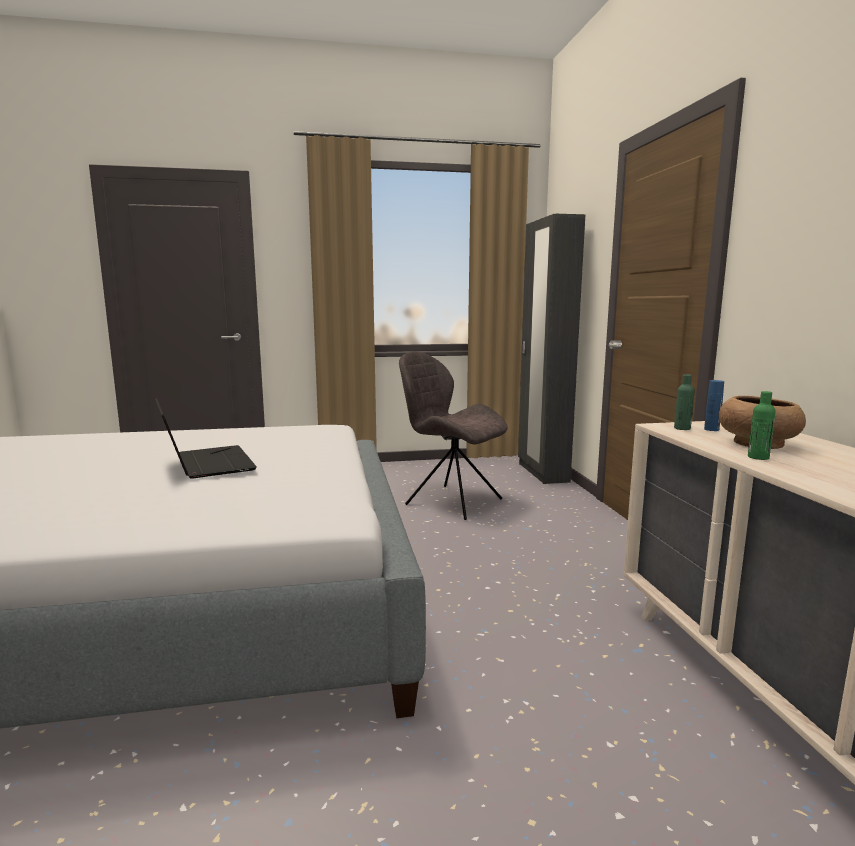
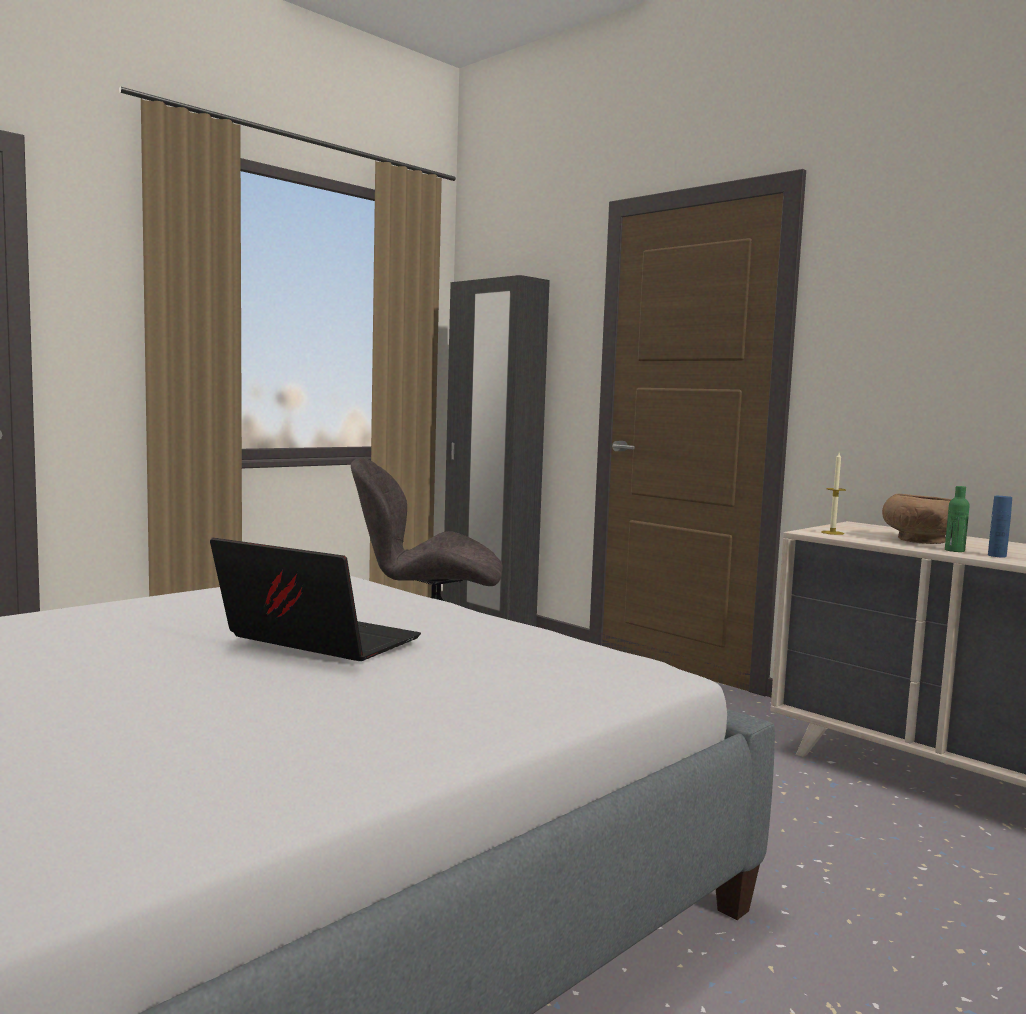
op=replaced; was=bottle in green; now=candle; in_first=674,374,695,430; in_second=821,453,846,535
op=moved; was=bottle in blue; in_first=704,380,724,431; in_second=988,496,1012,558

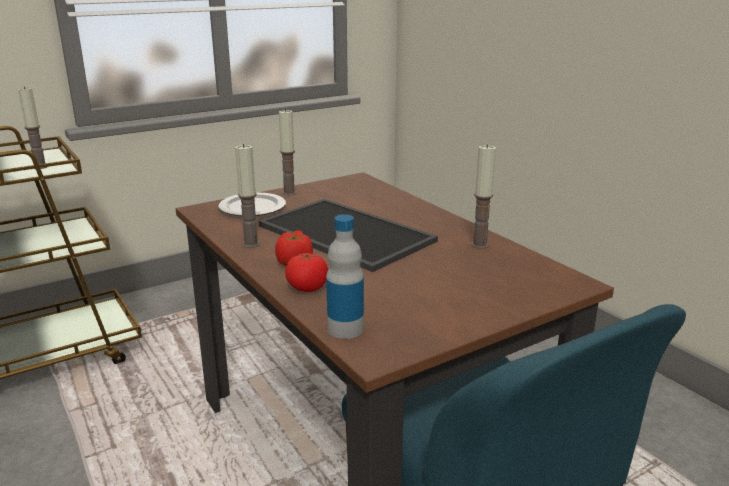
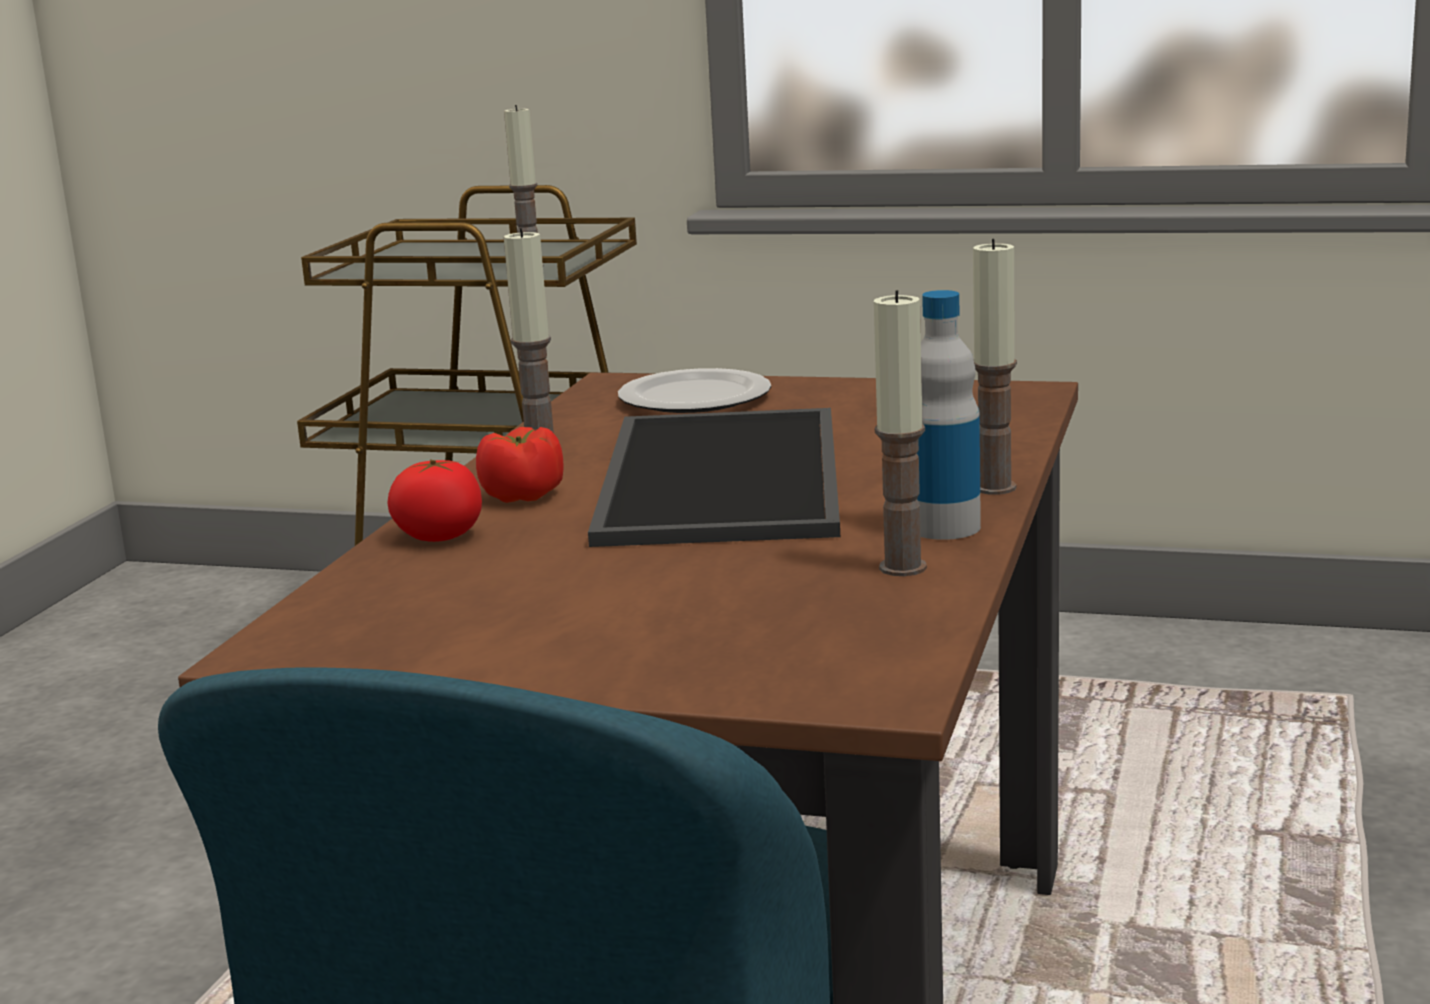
op=moved; was=candle; in_first=279,109,296,196; in_second=973,239,1017,495
op=moved; was=bottle; in_first=326,214,364,339; in_second=917,290,981,540

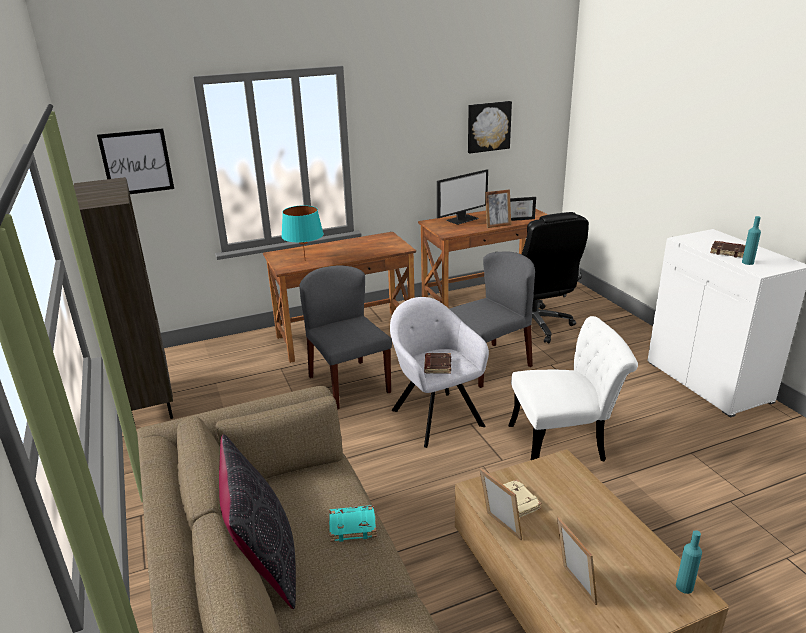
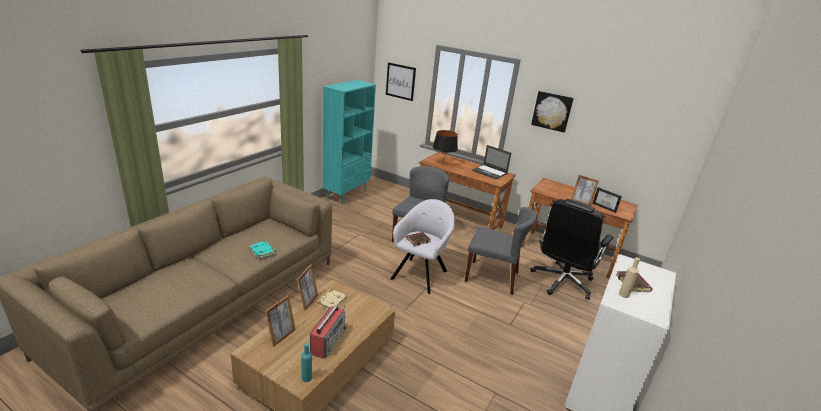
op=moved; was=picture; in_first=468,101,512,153; in_second=531,91,574,132
op=removed; was=monitor; in_first=437,169,488,225
op=recoloured; was=bookcase in brown; now=bookcase in turquoise; in_first=74,177,173,427; in_second=323,80,376,204
op=recoloured; was=table lamp in turquoise; now=table lamp in black; in_first=281,205,324,261; in_second=433,130,458,162
op=recoloured; was=bottle in turquoise; now=bottle in beige; in_first=742,216,761,265; in_second=619,257,640,298
op=removed; was=chair in white; in_first=509,316,638,461
op=removed; was=pillow in black; in_first=219,434,296,609
op=added; now=laptop; in_second=472,145,511,179
op=added; now=radio; in_second=310,305,346,359

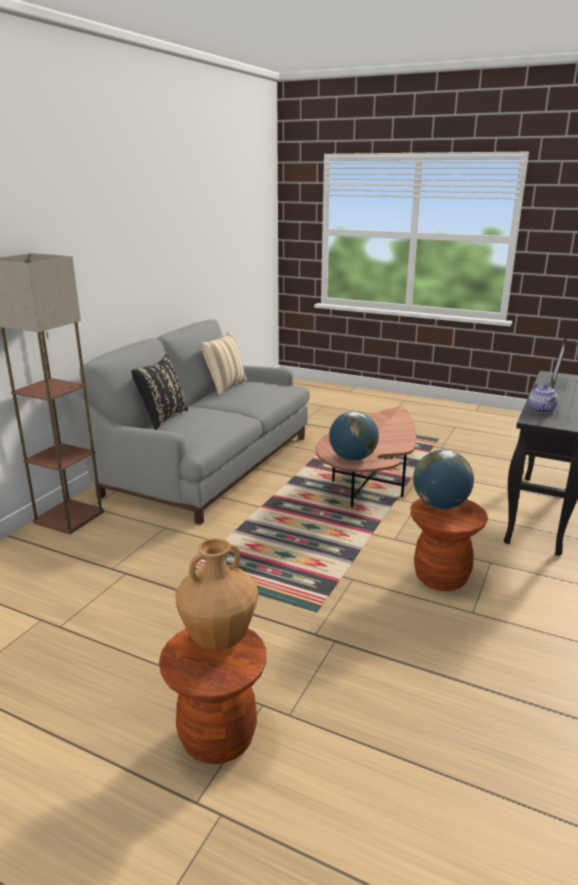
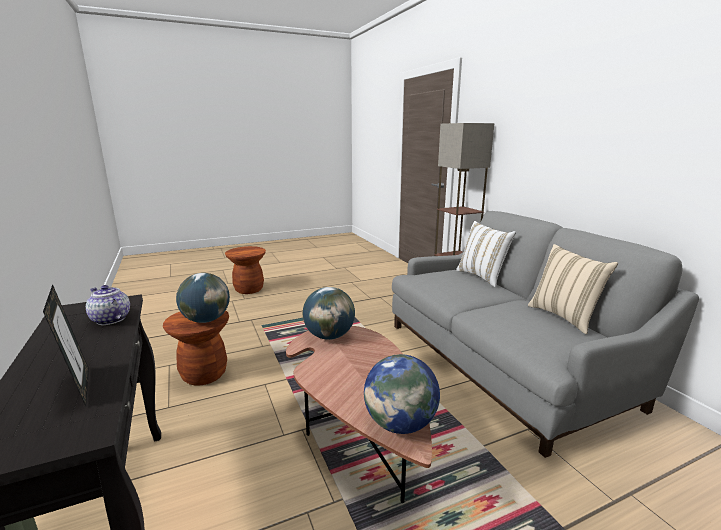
op=recoloured; was=pillow in black; now=pillow in white; in_first=131,354,188,430; in_second=456,221,516,287
op=removed; was=vase in brown; in_first=175,538,258,651
op=added; now=globe; in_second=364,354,440,434

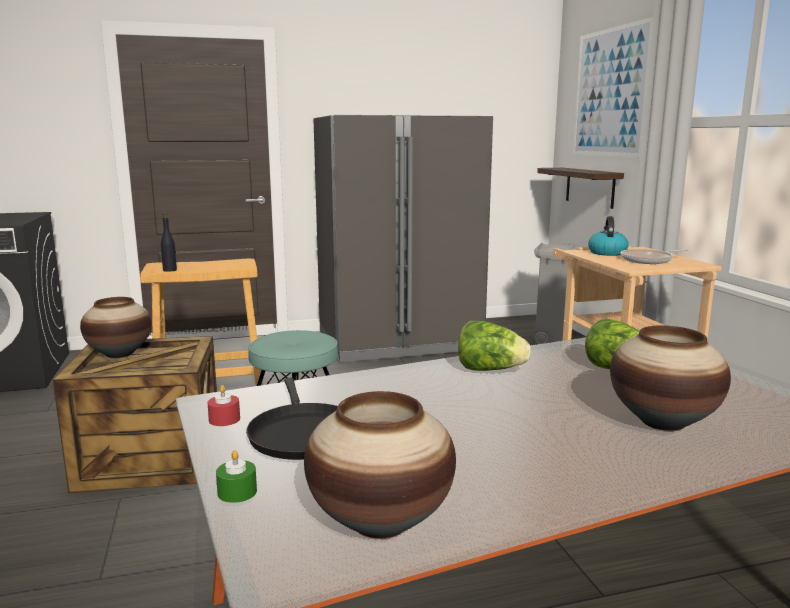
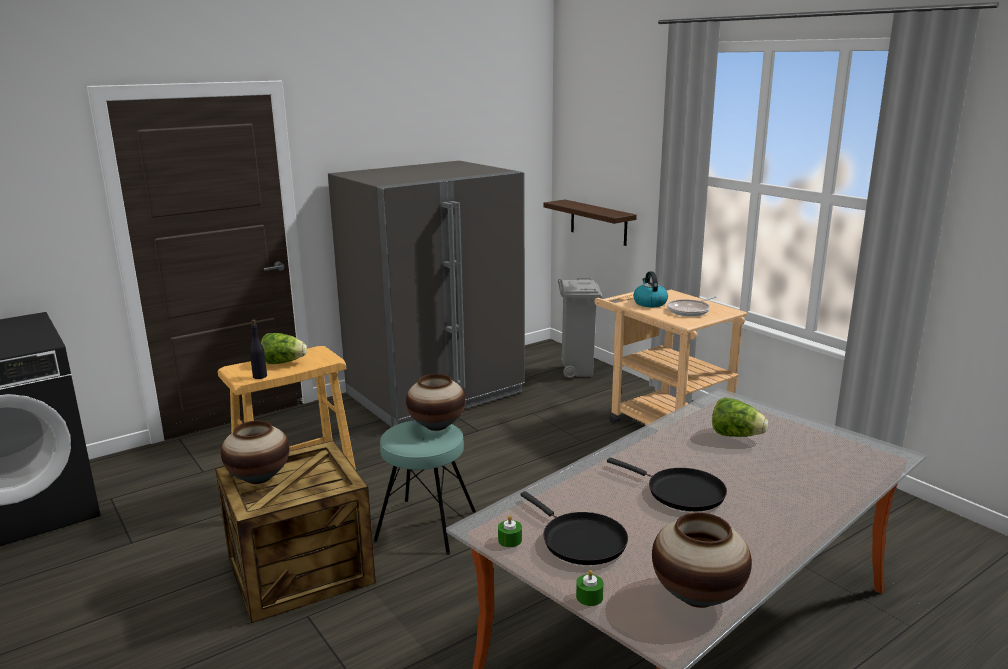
op=removed; was=picture; in_first=573,17,654,158
op=moved; was=lettuce; in_first=458,321,531,371; in_second=261,333,307,364
op=moved; was=vase; in_first=610,325,731,431; in_second=406,374,466,431
op=recoloured; was=candle in red; now=candle in green; in_first=207,385,240,426; in_second=498,515,522,547
op=added; now=frying pan in black; in_second=607,458,727,511

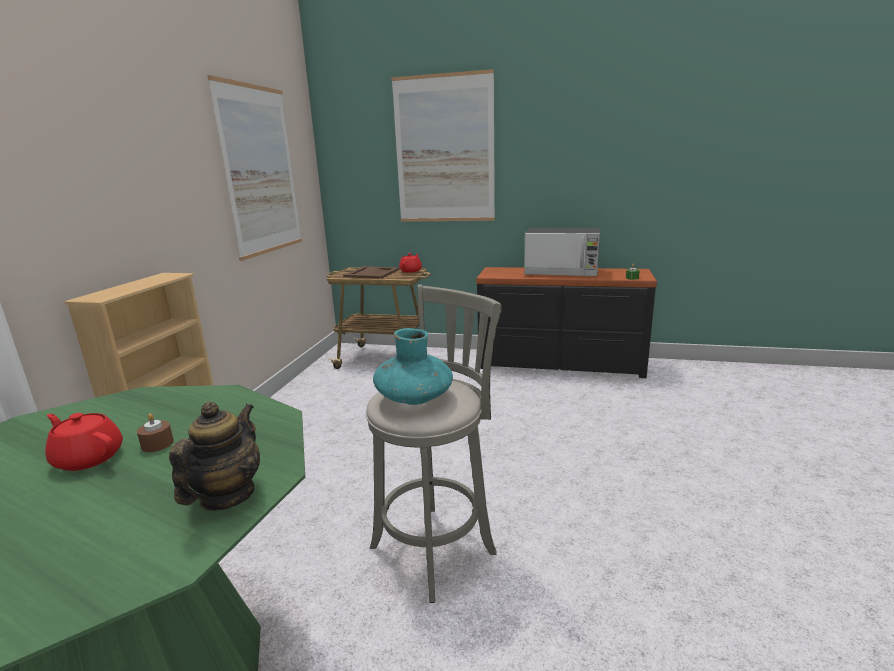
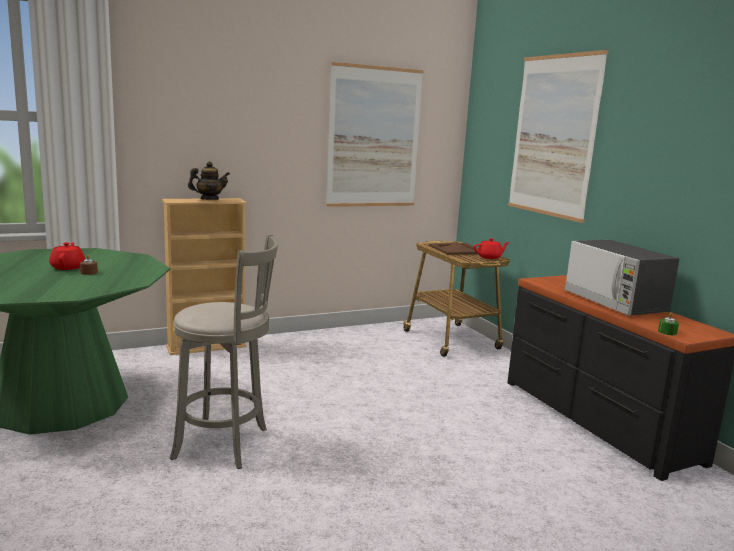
op=removed; was=vase in turquoise; in_first=373,328,453,405
op=moved; was=teapot; in_first=169,402,260,511; in_second=188,162,230,200

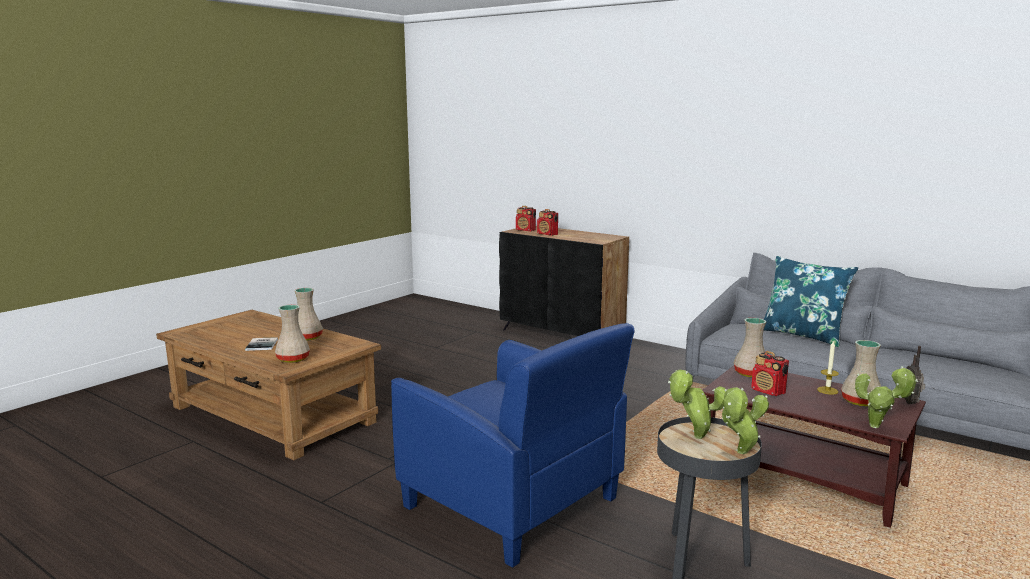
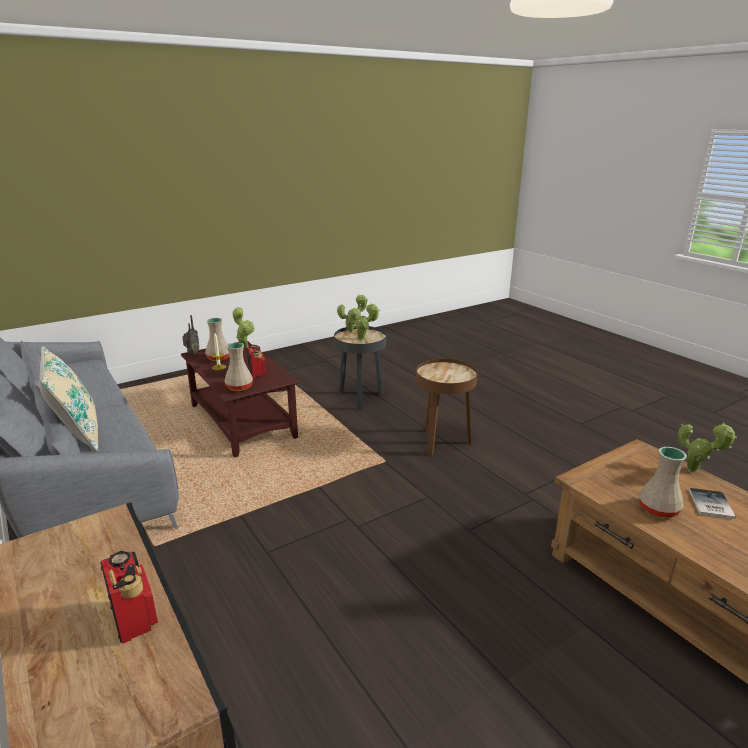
op=removed; was=radio; in_first=516,206,536,231
op=recoloured; was=pillow in blue; now=pillow in beige; in_first=764,256,858,347; in_second=39,346,99,452
op=removed; was=vase in beige; in_first=275,305,310,363
op=replaced; was=armchair in blue; now=side table in brown; in_first=391,323,635,568; in_second=416,359,477,456
op=added; now=potted plant; in_second=678,423,737,473

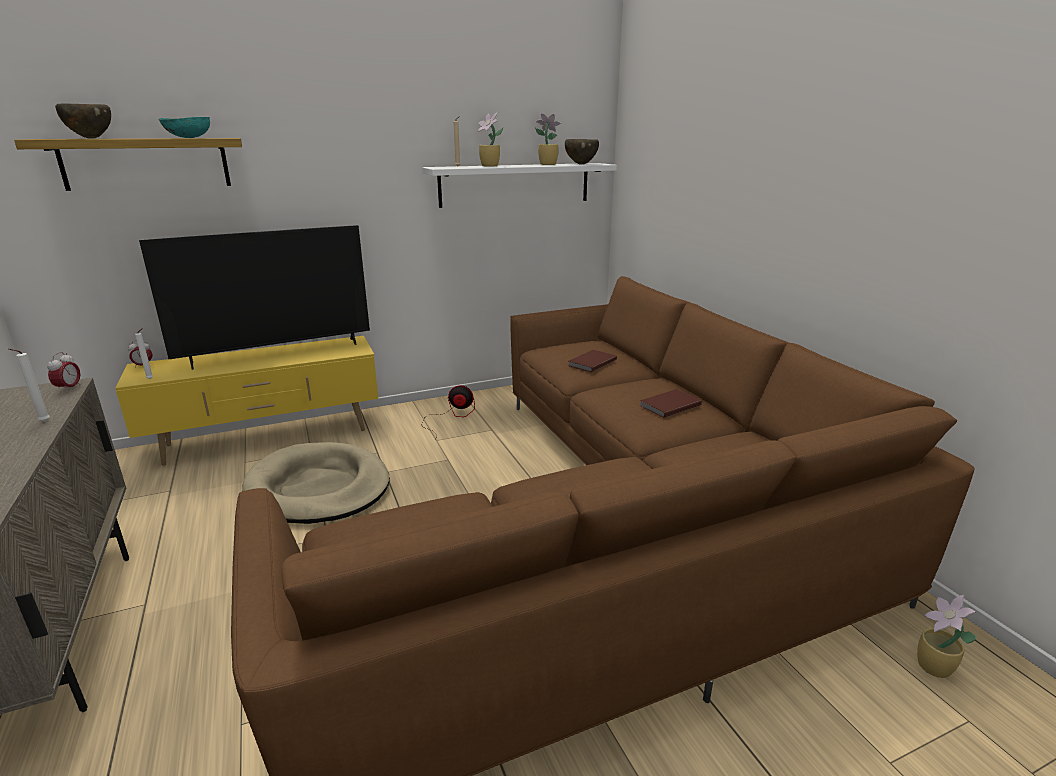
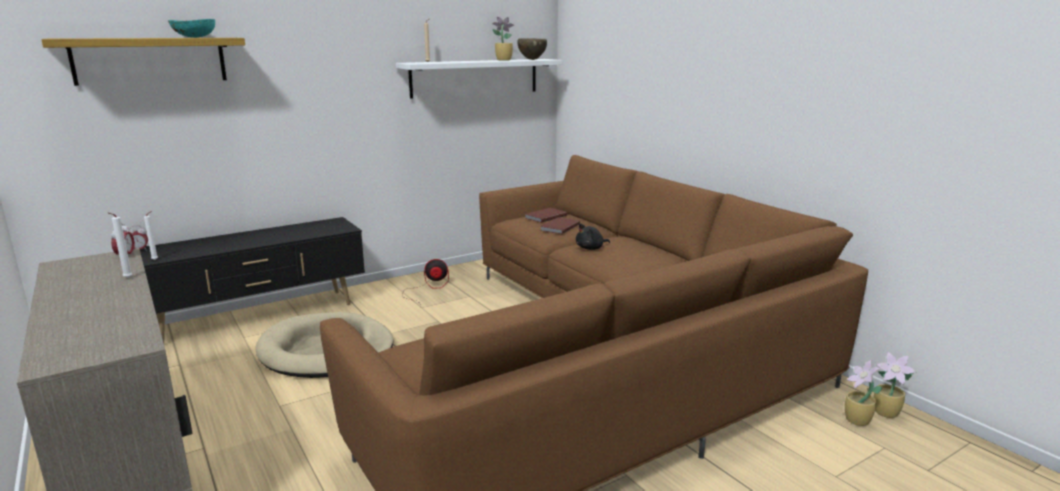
op=removed; was=bowl in brown; in_first=55,104,111,139
op=moved; was=potted plant; in_first=478,113,503,166; in_second=874,352,916,418
op=removed; was=television; in_first=139,225,370,370
op=recoloured; was=tv stand in yellow; now=tv stand in black; in_first=115,336,378,466; in_second=140,217,365,343
op=moved; was=book in brown; in_first=640,389,702,418; in_second=525,208,567,223
op=added; now=plush toy in black; in_second=576,223,610,250

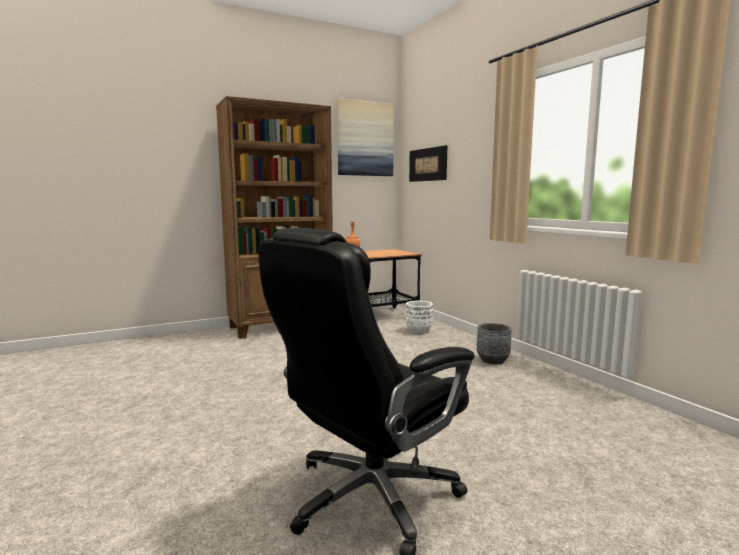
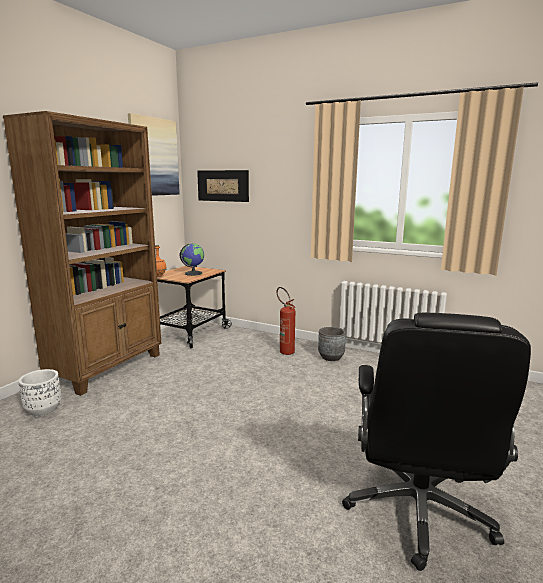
op=moved; was=planter in white; in_first=406,301,433,333; in_second=18,369,62,416
op=added; now=globe; in_second=180,243,204,276
op=added; now=fire extinguisher; in_second=277,287,295,355

